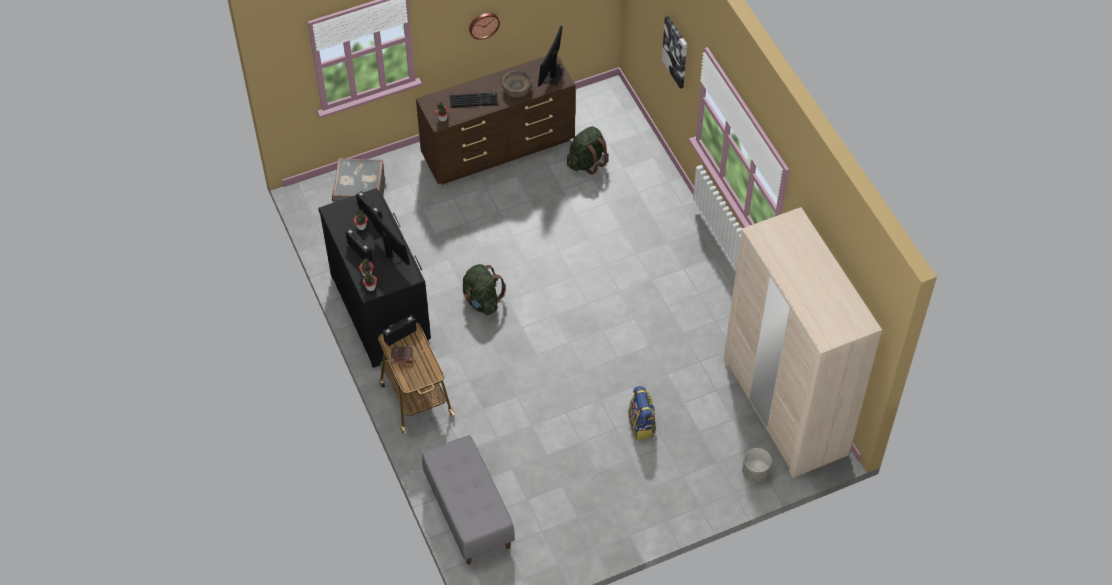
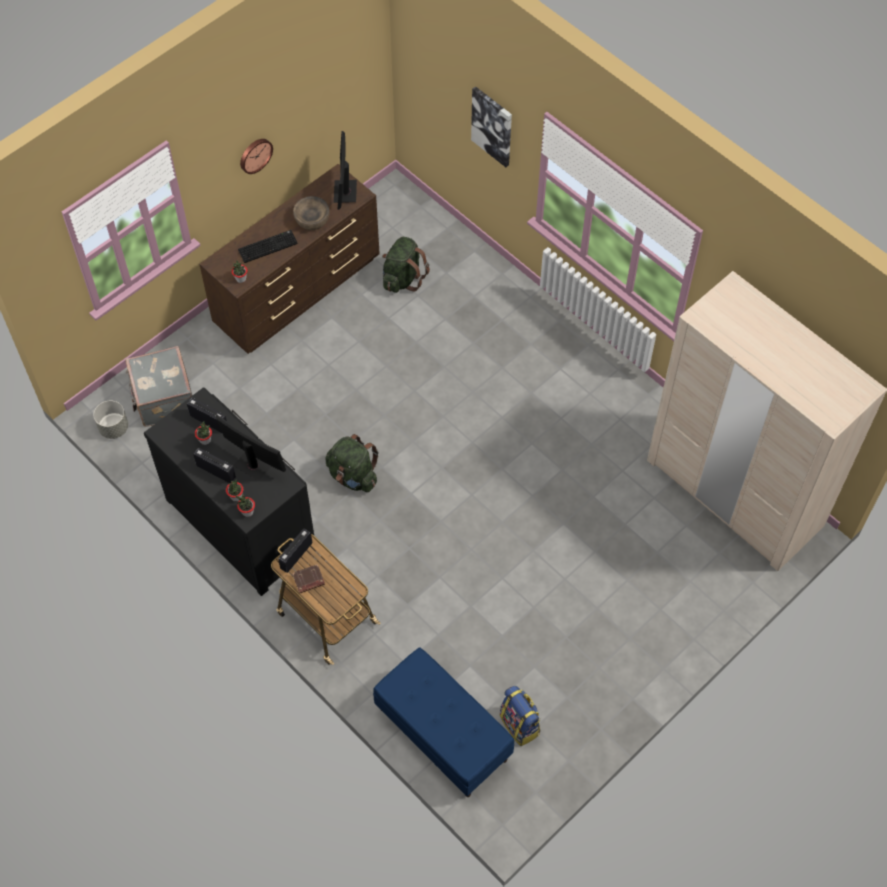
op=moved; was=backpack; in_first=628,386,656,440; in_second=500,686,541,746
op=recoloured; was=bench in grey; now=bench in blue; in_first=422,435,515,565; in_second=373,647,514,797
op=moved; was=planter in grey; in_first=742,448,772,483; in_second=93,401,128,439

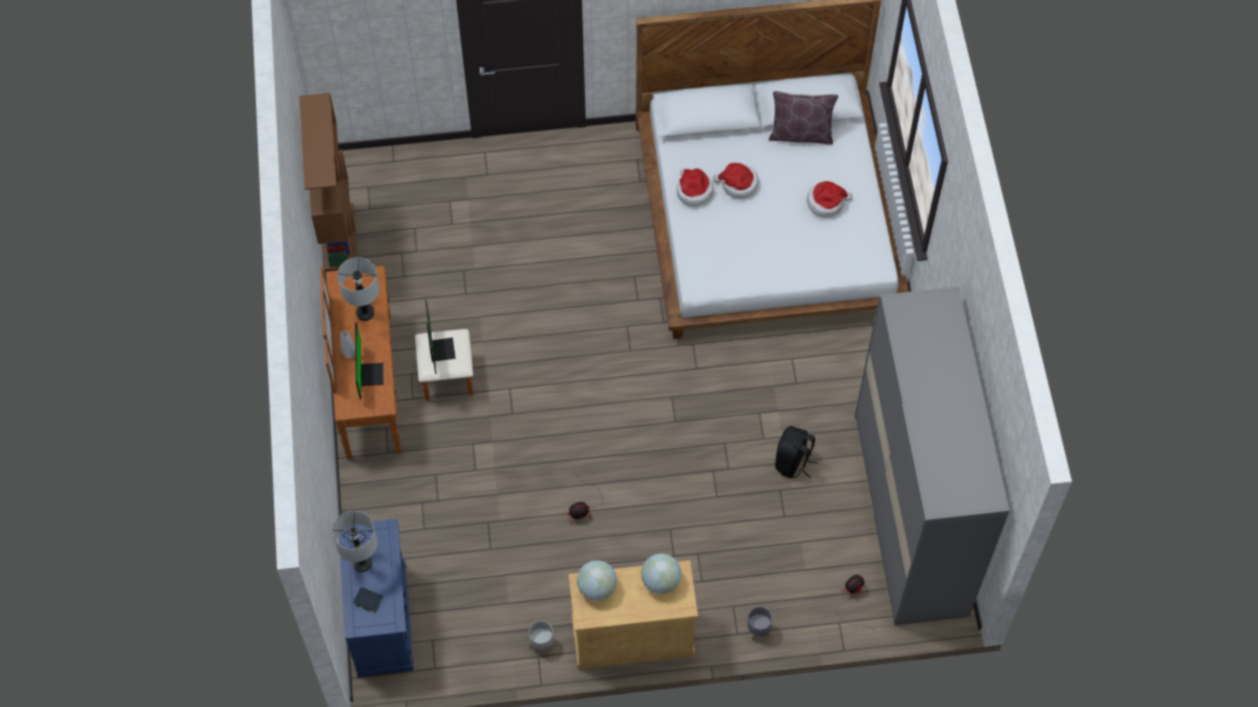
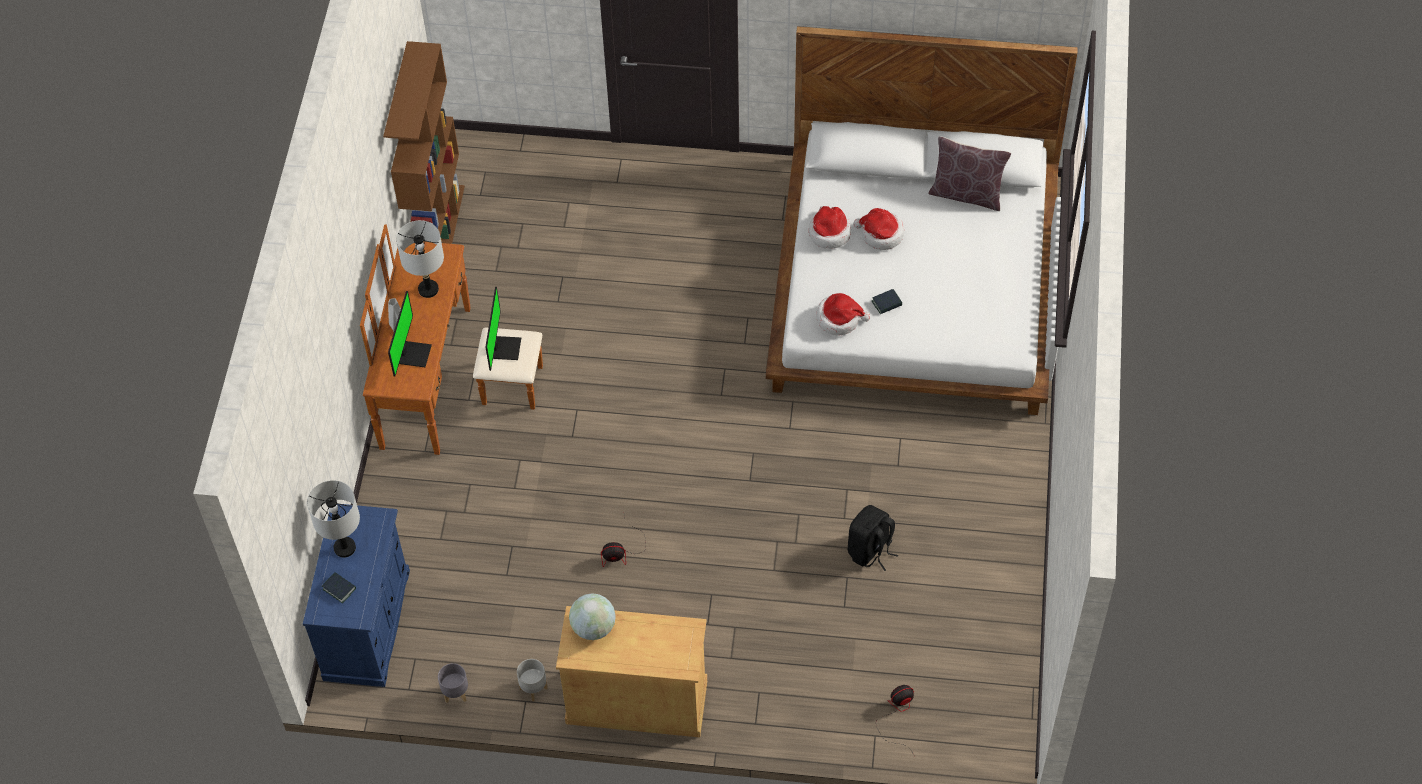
op=moved; was=hat; in_first=807,181,852,218; in_second=816,293,870,336
op=removed; was=wardrobe in grey; in_first=854,287,1010,625
op=removed; was=globe; in_first=641,553,681,594
op=moved; was=planter in grey; in_first=747,607,773,641; in_second=438,663,468,703
op=added; now=book; in_second=872,289,902,314

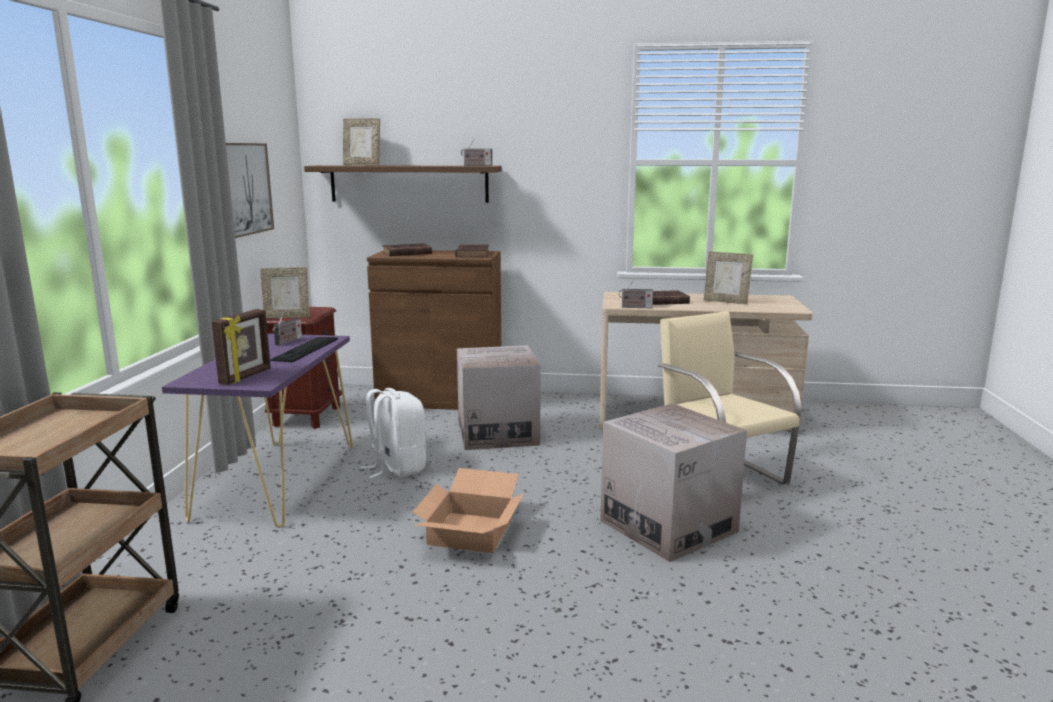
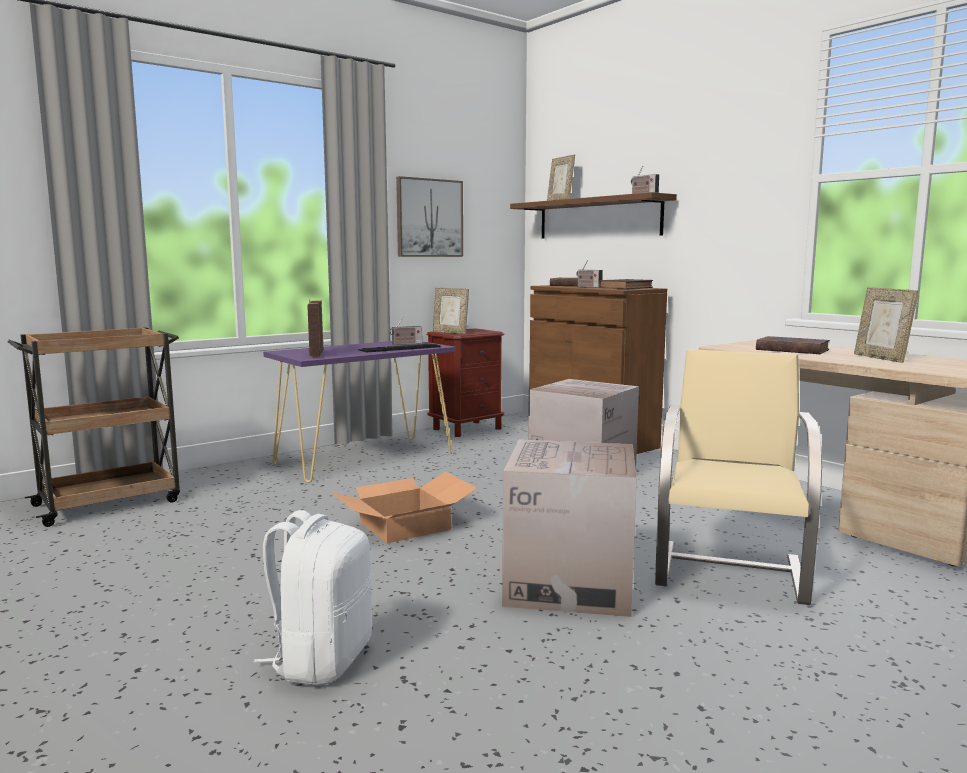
op=moved; was=radio; in_first=619,280,653,308; in_second=577,260,603,288
op=turned; was=picture frame; in_first=212,309,271,385; in_second=307,299,323,357; clockwise=105
op=moved; was=backpack in white; in_first=361,388,426,478; in_second=254,510,372,686

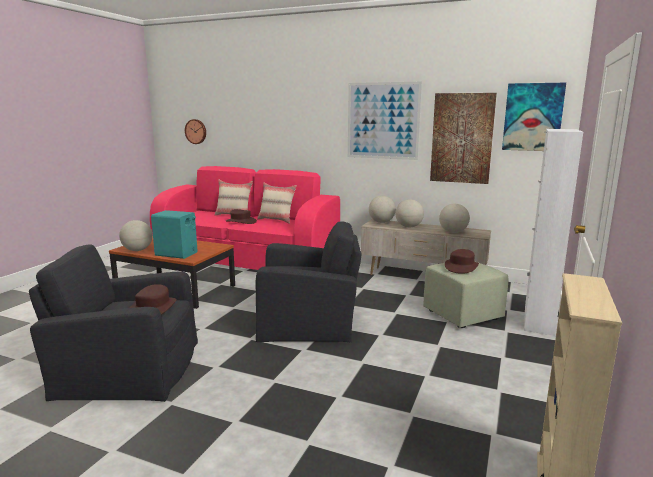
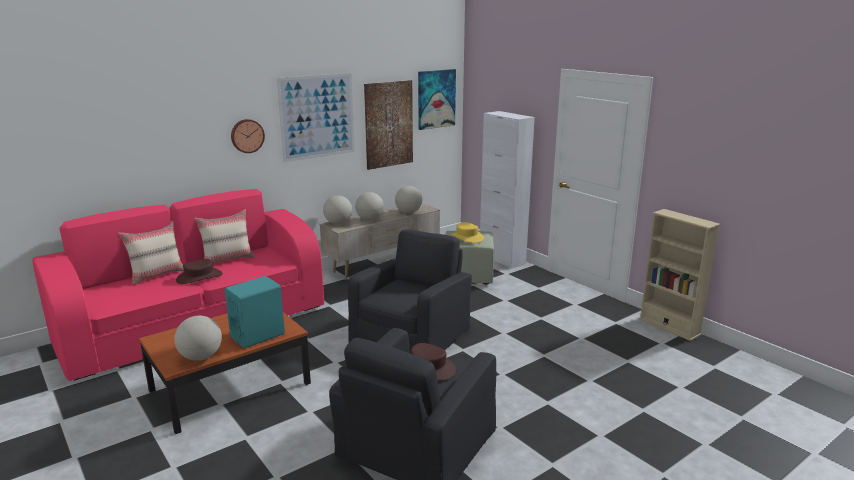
op=moved; was=wall clock; in_first=185,119,206,144; in_second=231,119,265,153
op=recoloured; was=hat in brown; now=hat in yellow; in_first=445,249,479,274; in_second=451,222,484,243

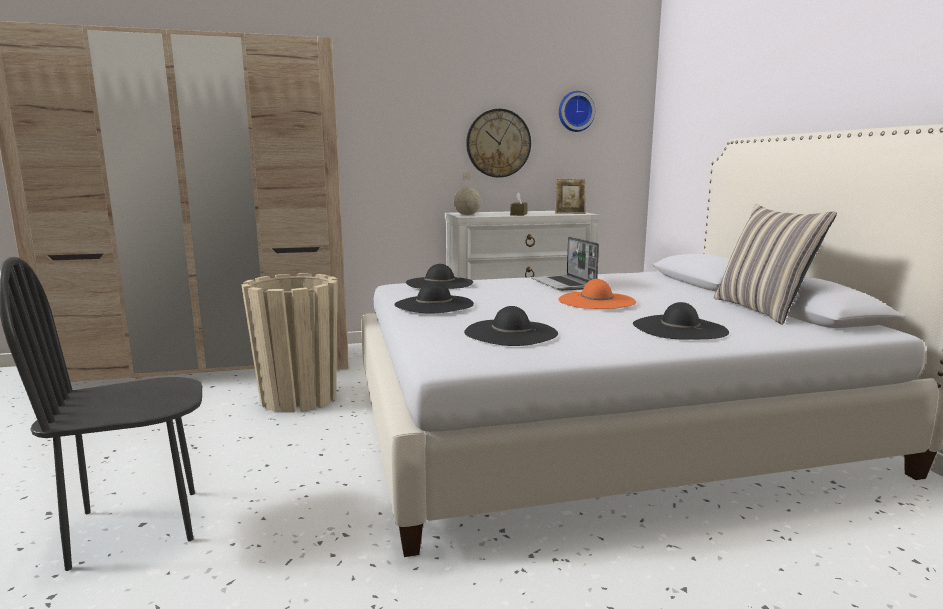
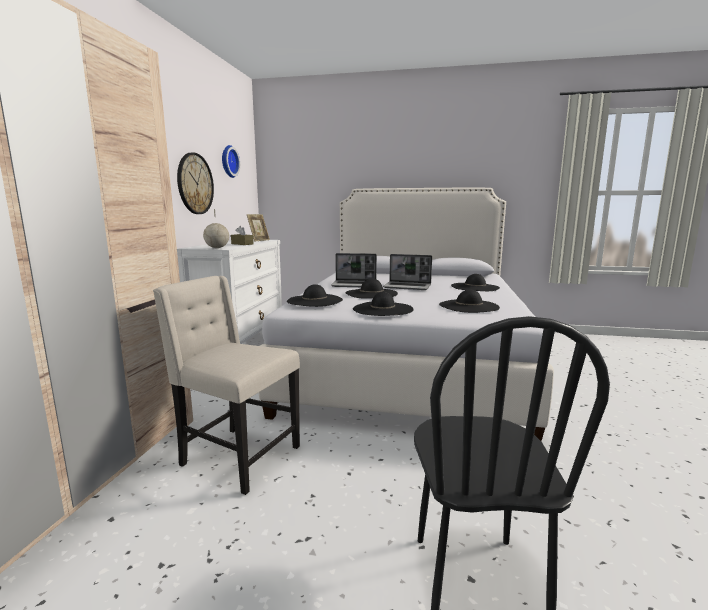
op=removed; was=pillow; in_first=714,204,837,325
op=replaced; was=planter in beige; now=chair in beige; in_first=241,273,338,413; in_second=153,276,300,495
op=replaced; was=hat in orange; now=laptop; in_first=558,279,636,309; in_second=383,254,432,290
op=added; now=hat in black; in_second=346,279,398,299

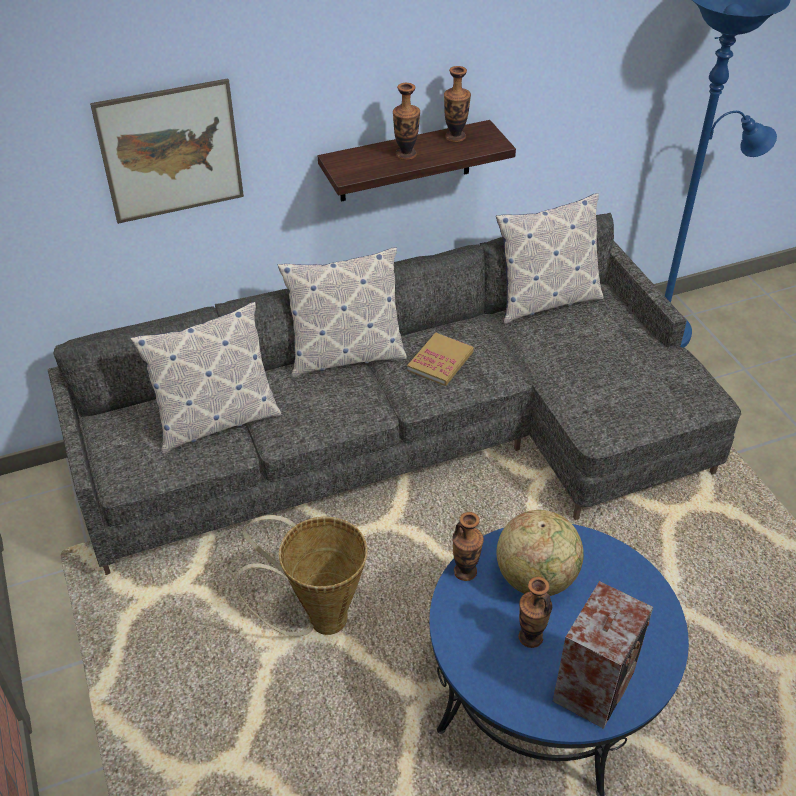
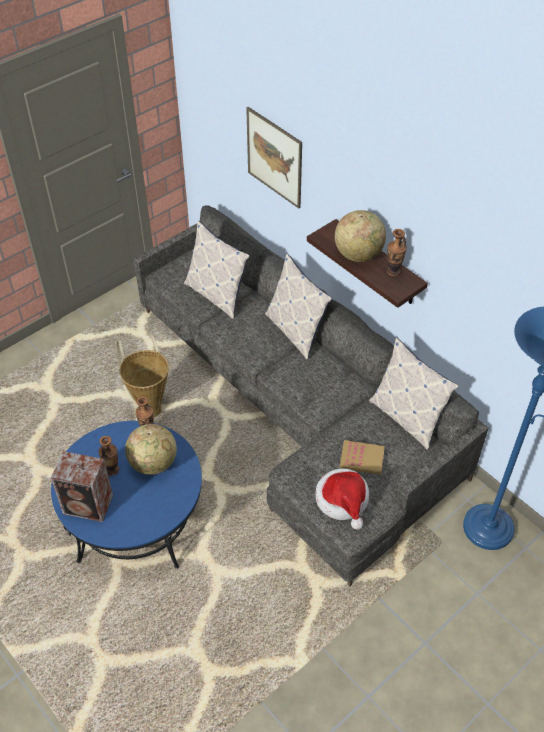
op=replaced; was=vase; now=globe; in_first=393,83,420,160; in_second=335,210,386,262
op=moved; was=book; in_first=407,332,474,386; in_second=340,440,385,475
op=added; now=hat; in_second=316,469,369,530

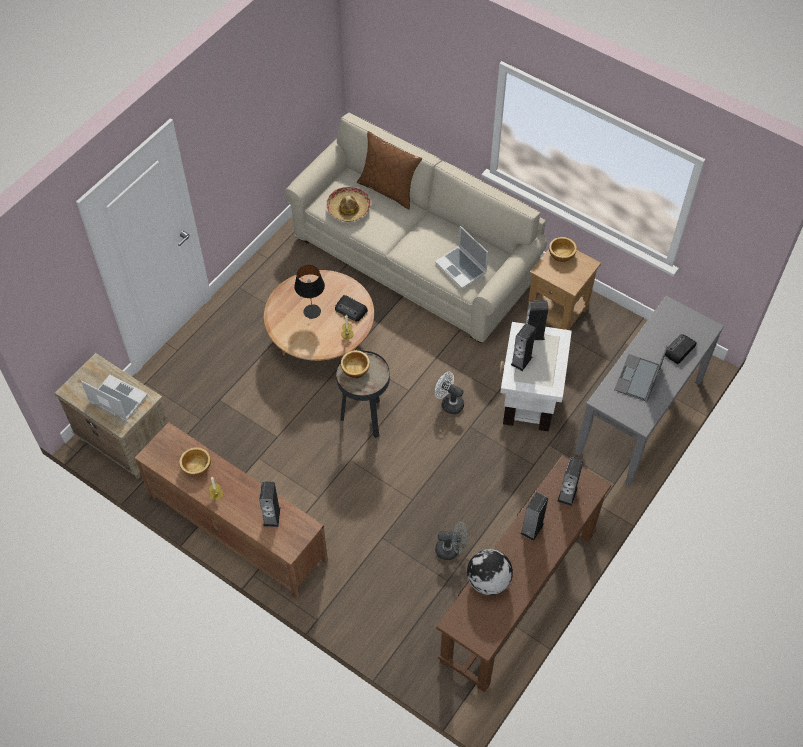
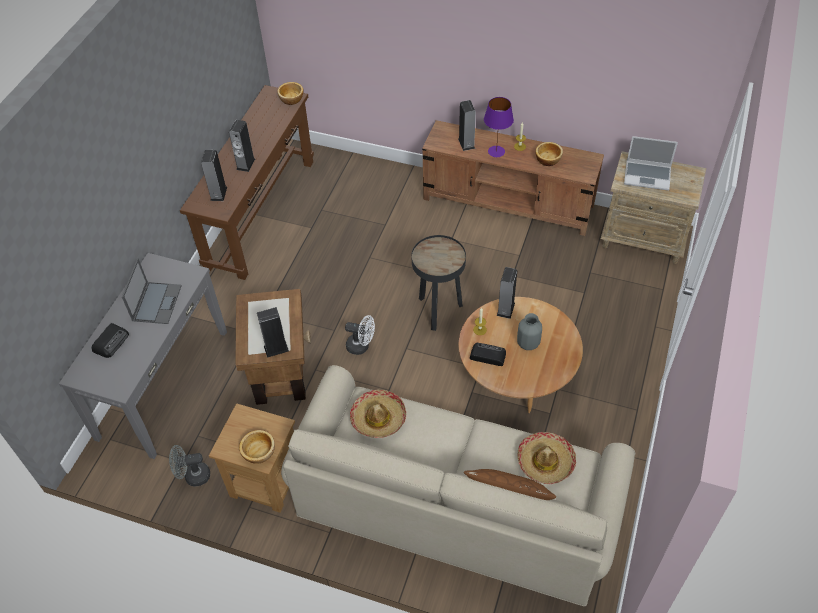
op=replaced; was=laptop; now=hat; in_first=435,226,488,288; in_second=350,390,406,438
op=replaced; was=table lamp in black; now=vase in grey; in_first=294,265,325,319; in_second=517,313,542,350
op=recoloured; was=side table in white; now=side table in brown; in_first=499,322,572,431; in_second=236,289,311,405
op=moved; was=speaker; in_first=511,323,536,371; in_second=497,267,517,319
op=moved; was=bowl; in_first=341,350,370,378; in_second=277,82,303,105
op=moved; was=fan in grey; in_first=435,522,468,560; in_second=169,445,210,486
op=removed; was=globe; in_first=467,549,513,595
op=added; now=table lamp in purple; in_second=484,97,514,157

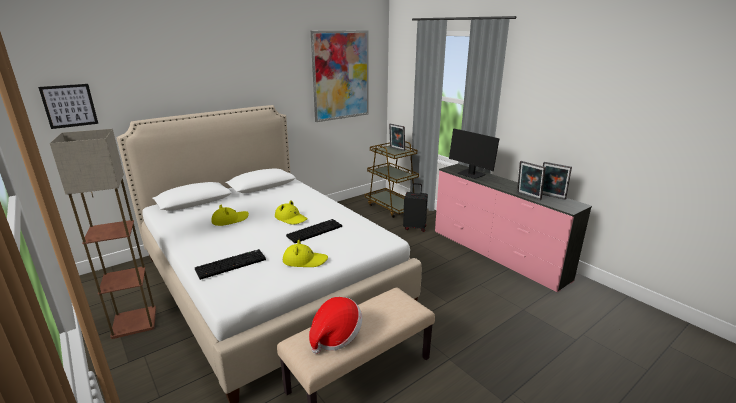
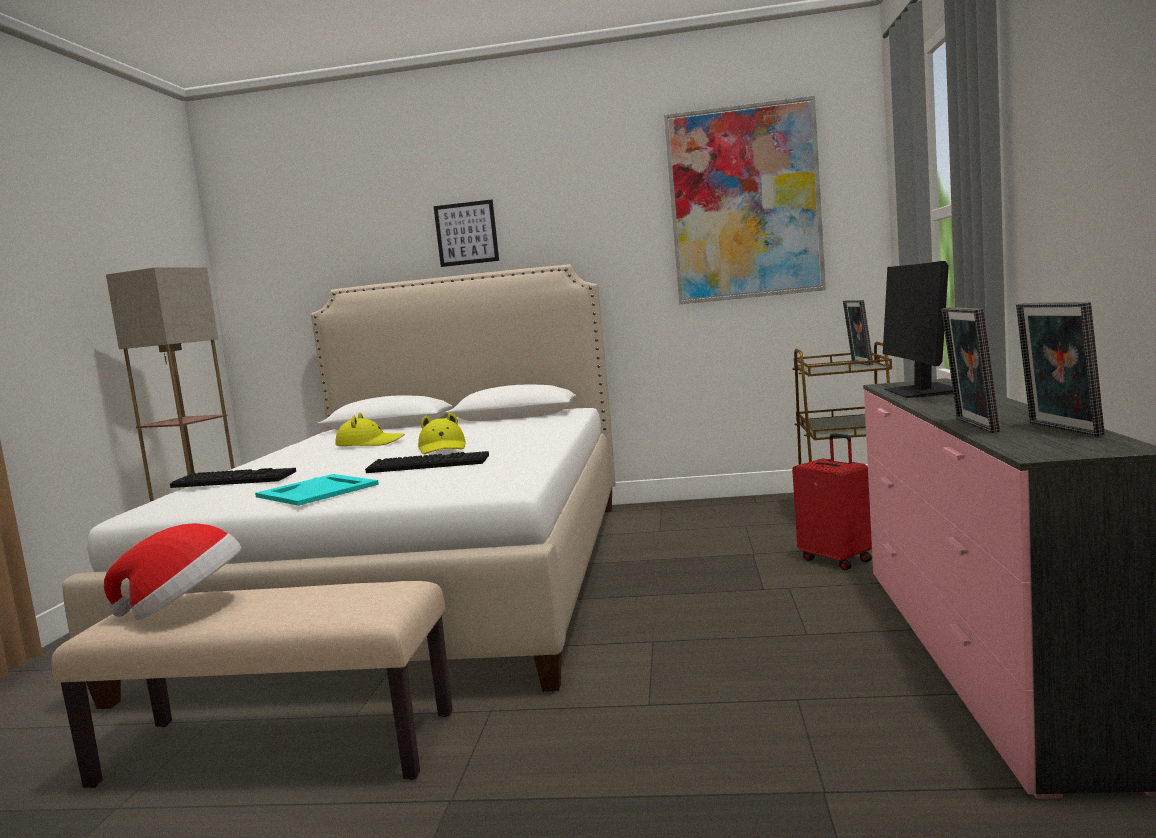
op=moved; was=picture; in_first=38,84,98,129; in_second=434,199,499,267
op=recoloured; was=suitcase in black; now=suitcase in red; in_first=403,183,428,232; in_second=792,433,872,570
op=replaced; was=hat in yellow; now=tray in turquoise; in_first=283,240,328,267; in_second=255,474,379,506

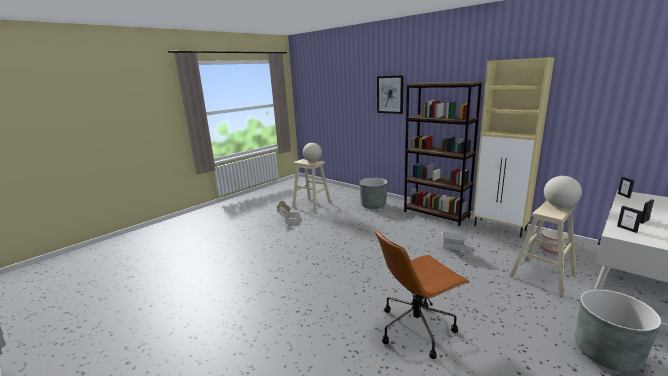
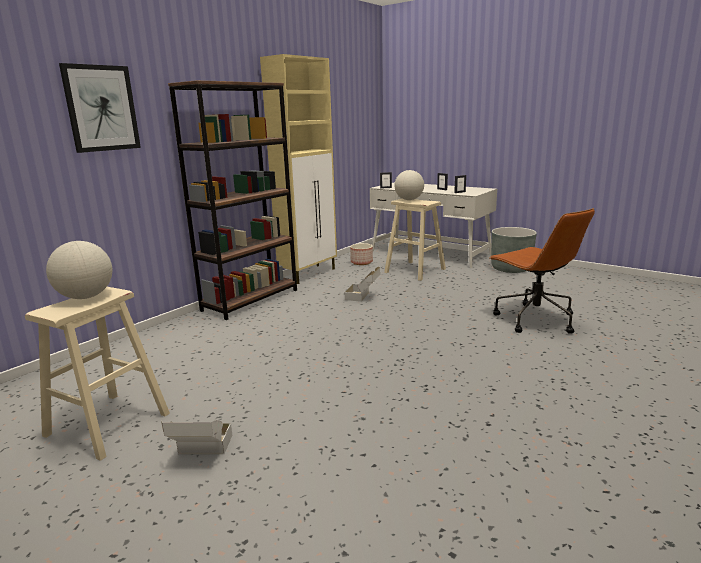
op=removed; was=planter in grey; in_first=359,178,387,209

